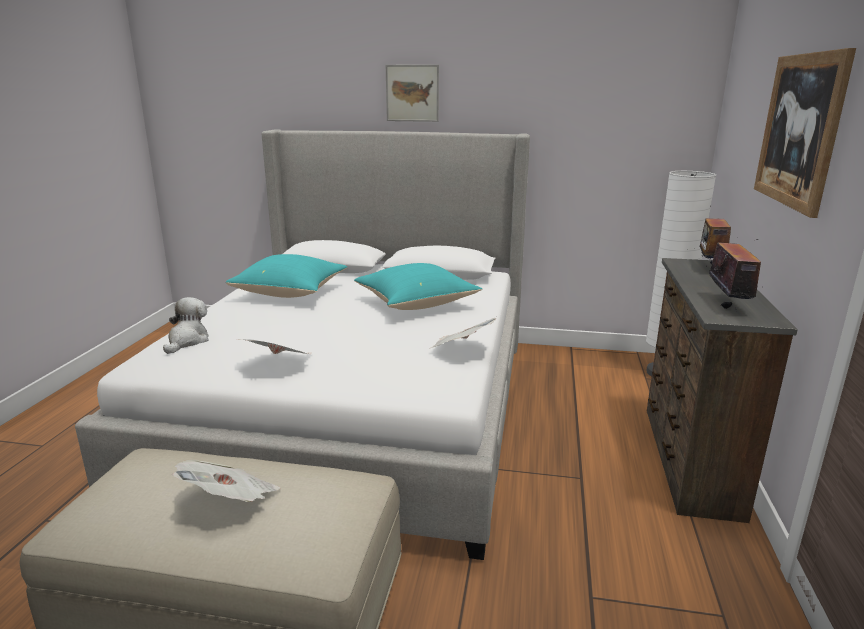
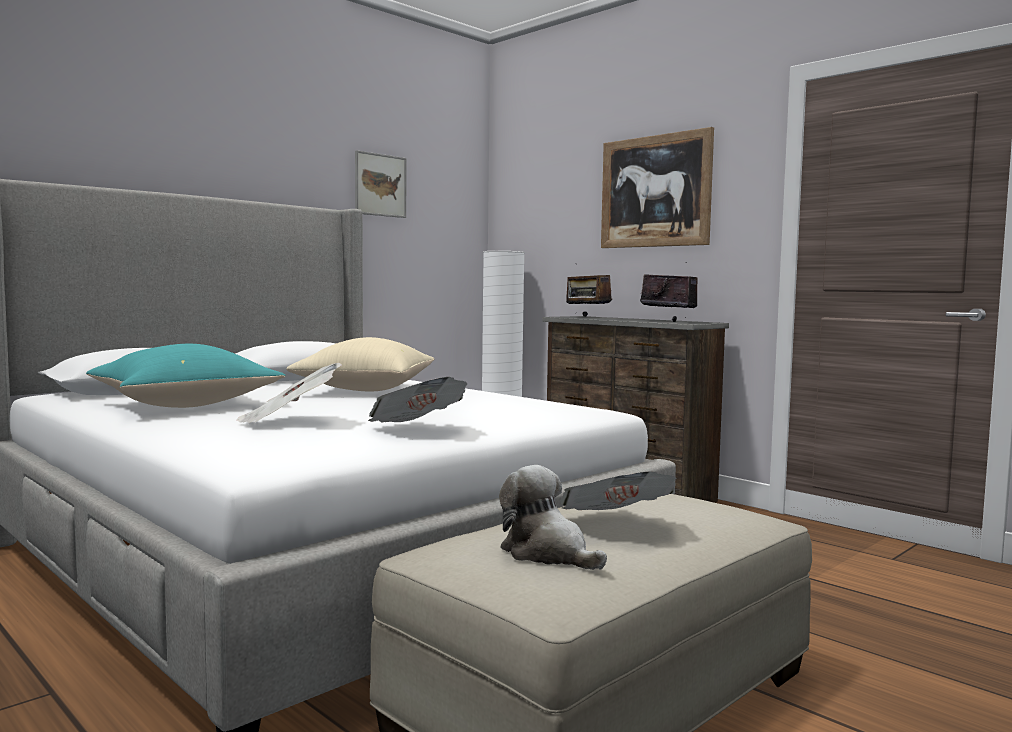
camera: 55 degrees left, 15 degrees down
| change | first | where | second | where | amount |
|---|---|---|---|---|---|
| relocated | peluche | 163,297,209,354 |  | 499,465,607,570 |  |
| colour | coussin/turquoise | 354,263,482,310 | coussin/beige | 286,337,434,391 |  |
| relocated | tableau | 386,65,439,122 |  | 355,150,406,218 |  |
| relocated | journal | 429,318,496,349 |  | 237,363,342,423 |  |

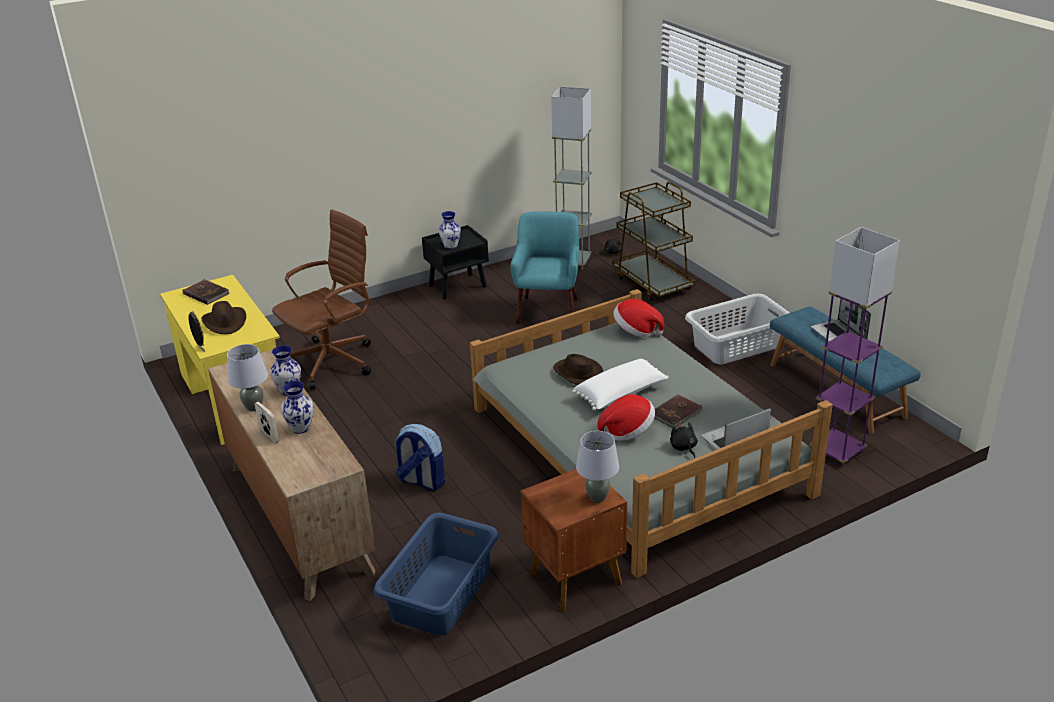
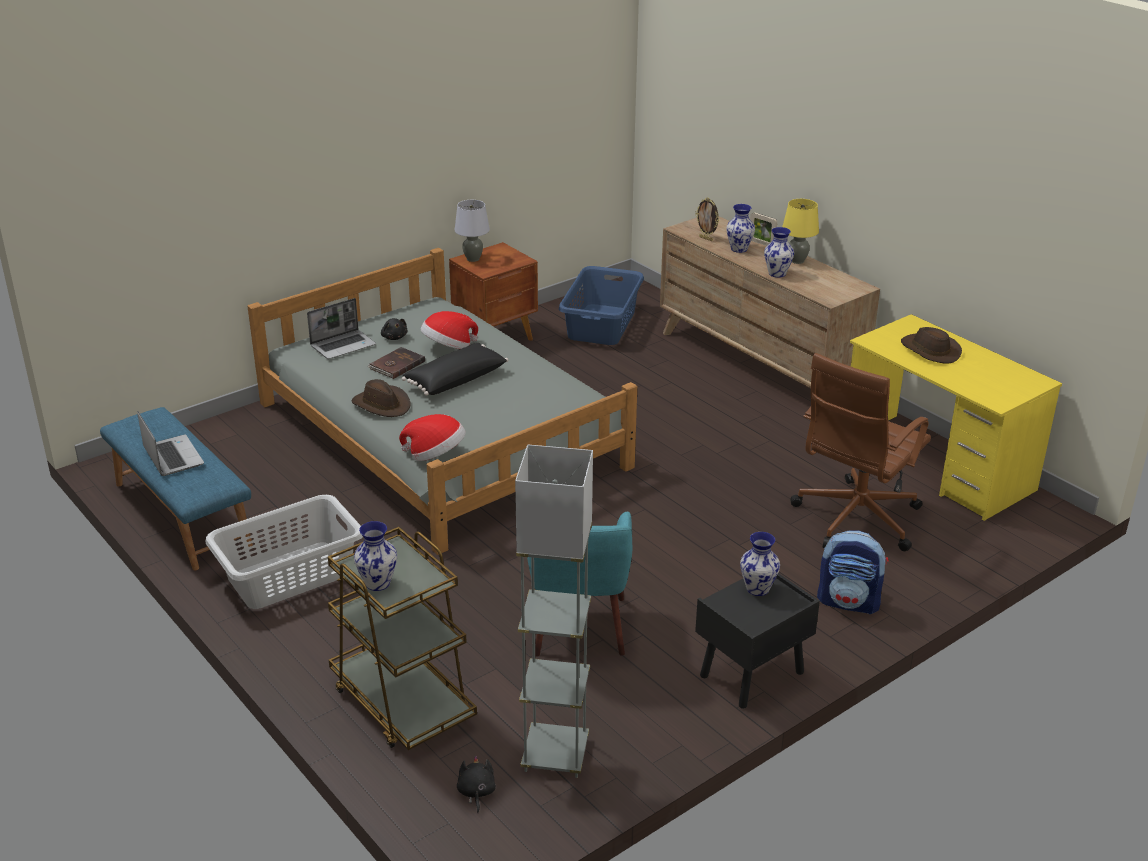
camera: 170 degrees right, 0 degrees up
| change | first | where | second | where | amount |
|---|---|---|---|---|---|
| missing | livre/marron | 183,279,230,305 |  |  |  |
| relocated | cadre photo | 188,311,205,352 |  | 695,198,719,241 |  |
| colour | lampe de table/gris | 227,344,268,411 | lampe de table/jaune | 782,199,819,264 |  |
| relocated | sac à dos | 395,424,446,491 |  | 817,530,888,614 |  |
| relocated | chapeau/marron | 554,354,603,385 |  | 352,379,410,417 |  |
| colour | coussin/blanc | 572,359,669,411 | coussin/noir | 402,343,508,396 |  |
| missing | lampadaire/violet | 810,227,900,467 |  |  |  |
| appeared |  |  | vase | 354,521,397,591 |  |

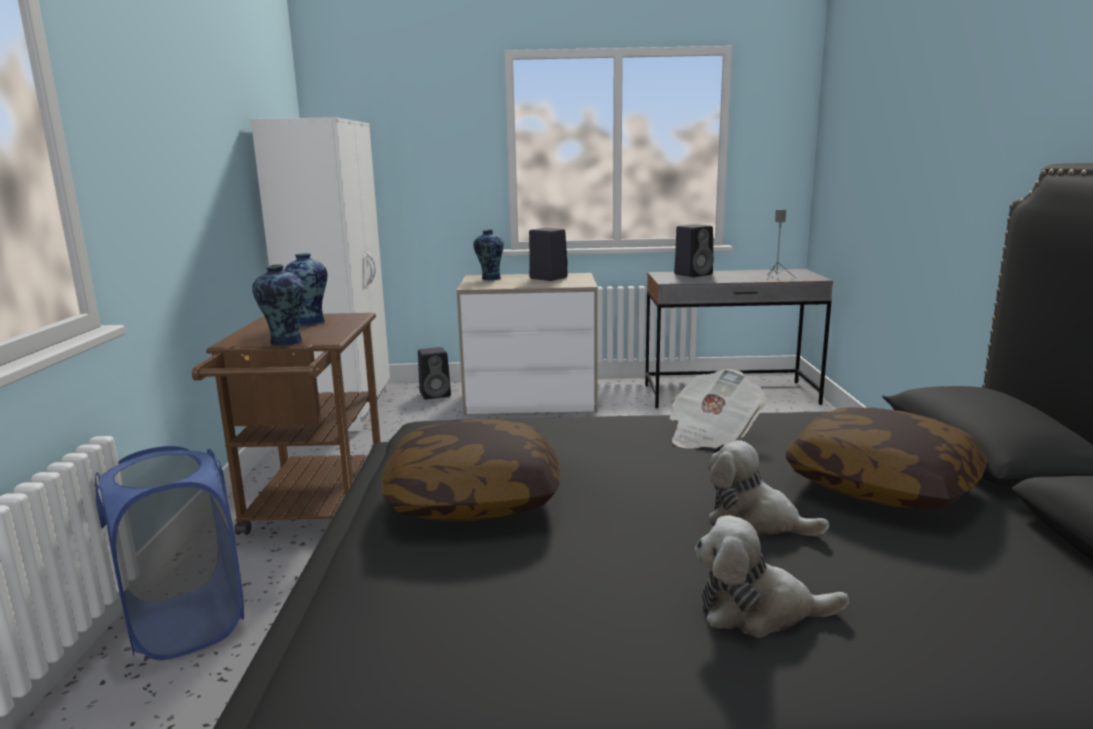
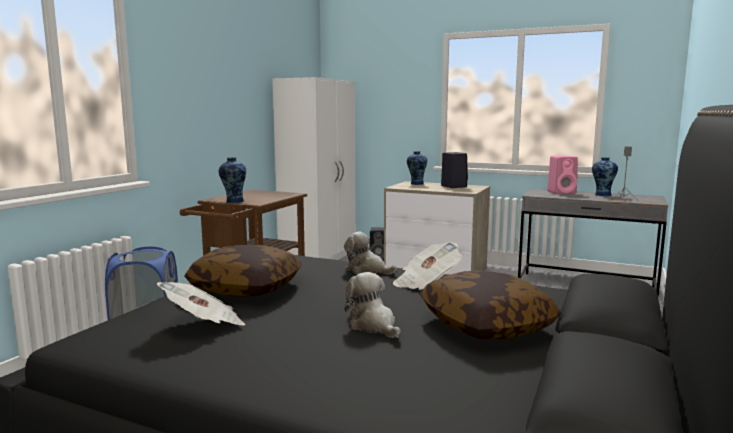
camera: 25 degrees right, 5 degrees down
| change | first | where | second | where | amount |
|---|---|---|---|---|---|
| relocated | vase | 284,253,327,325 |  | 592,157,618,196 |  |
| colour | enceinte/noir | 674,224,714,277 | enceinte/rose | 547,155,578,194 |  |
| relocated | peluche | 695,515,849,637 |  | 344,232,397,274 |  |
| appeared |  |  | journal | 157,282,246,325 |  |

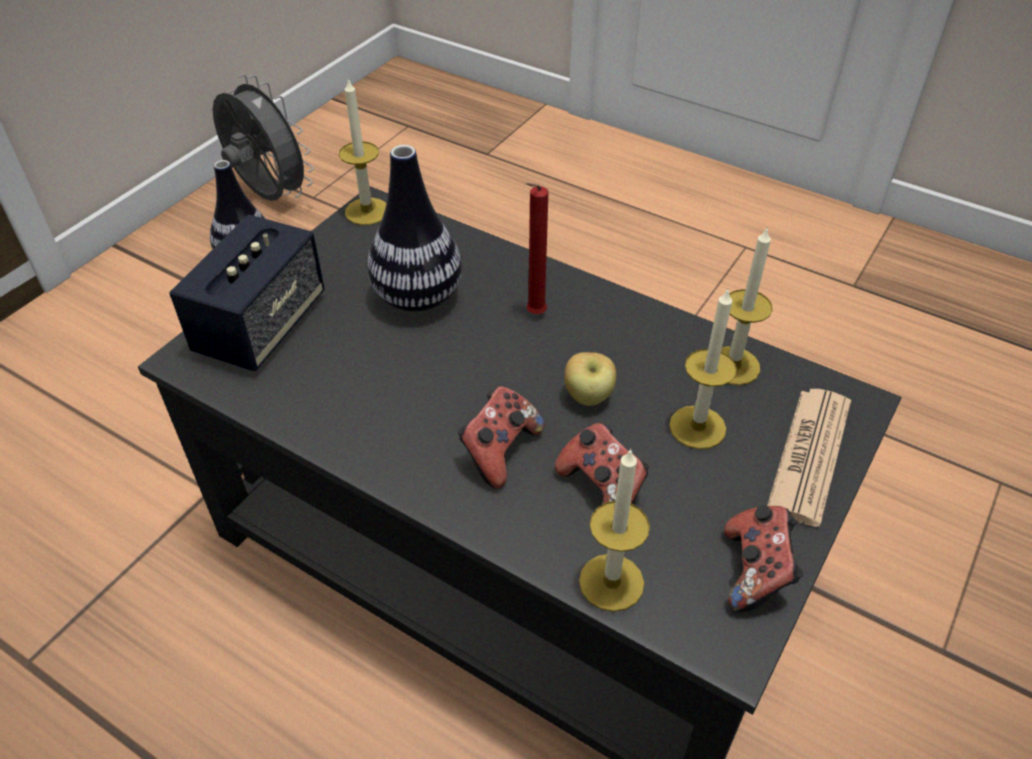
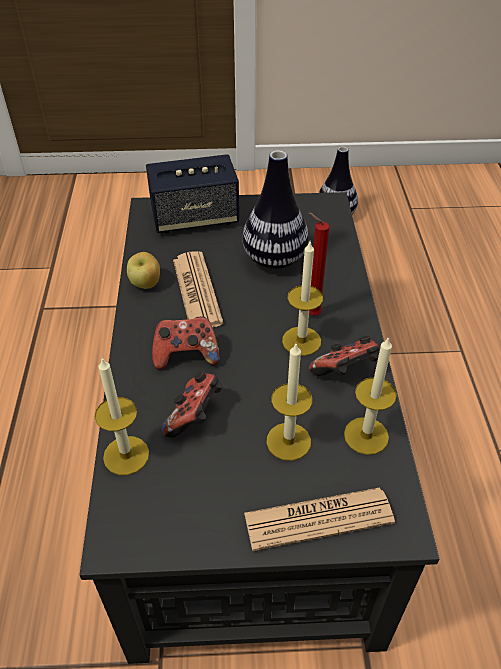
camera: 55 degrees right, 0 degrees up
| change | first | where | second | where | amount |
|---|---|---|---|---|---|
| missing | ventilateur/gris | 213,74,314,201 |  |  |  |
| relocated | bougie | 339,78,386,225 |  | 282,242,323,356 |  |
| relocated | pomme | 564,352,616,406 |  | 127,252,160,289 |  |
| relocated | manette | 724,505,803,612 |  | 309,336,379,376 |  |
| appeared |  |  | journal | 173,251,223,327 |  |

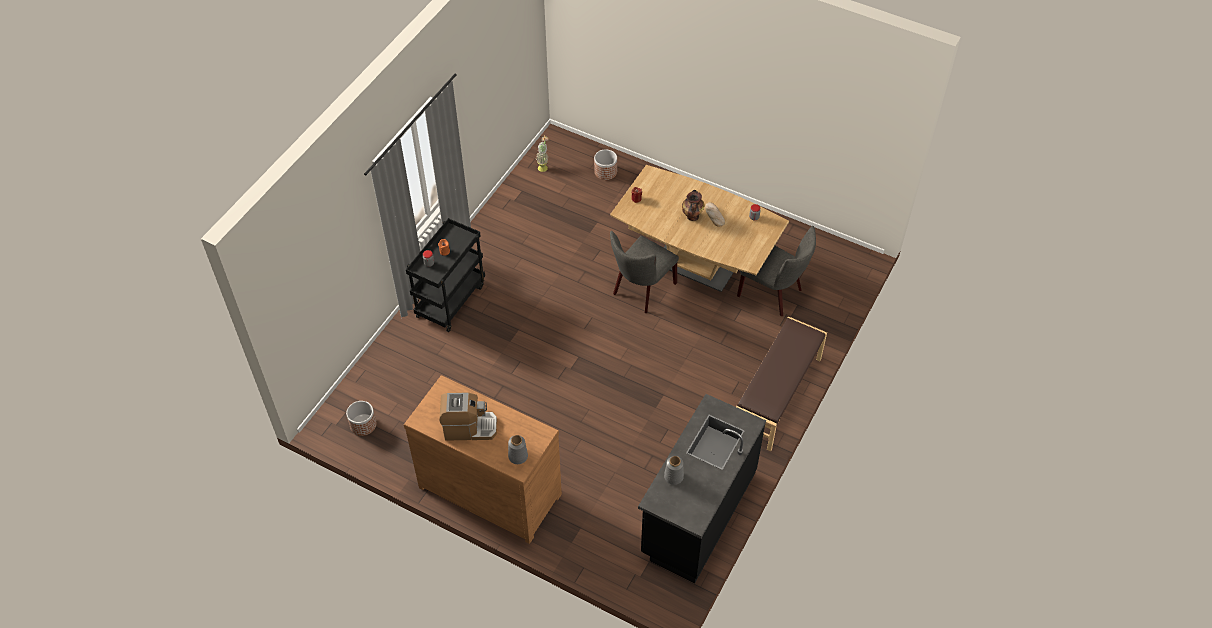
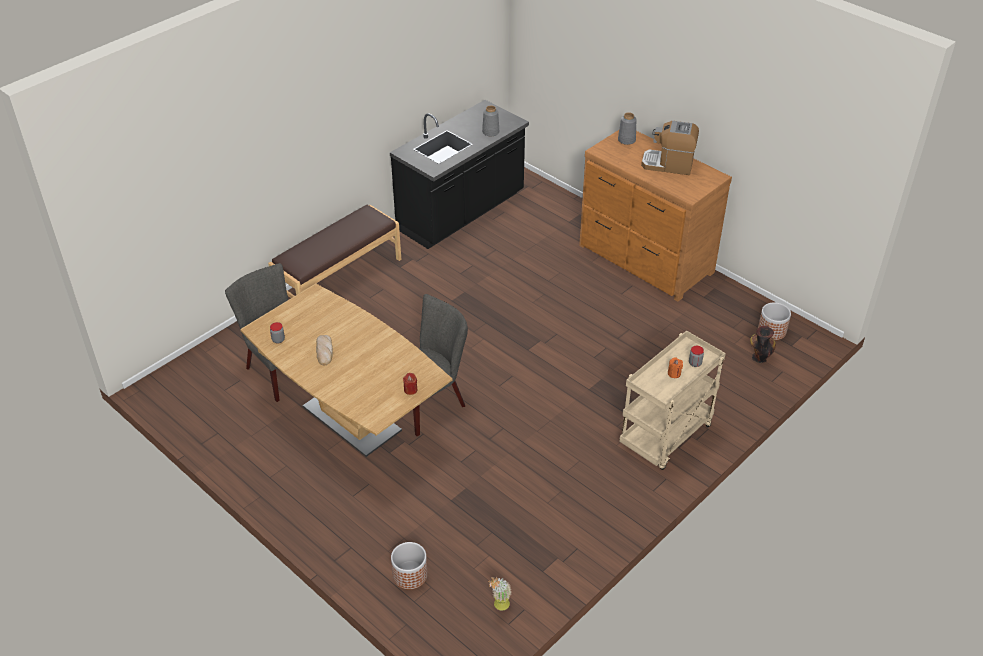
camera: 165 degrees left, 10 degrees down
| change | first | where | second | where | amount |
|---|---|---|---|---|---|
| colour | chariot/noir | 406,218,485,332 | chariot/beige | 619,330,726,470 |  |
| relocated | vase | 682,190,705,221 |  | 750,325,776,363 |  |

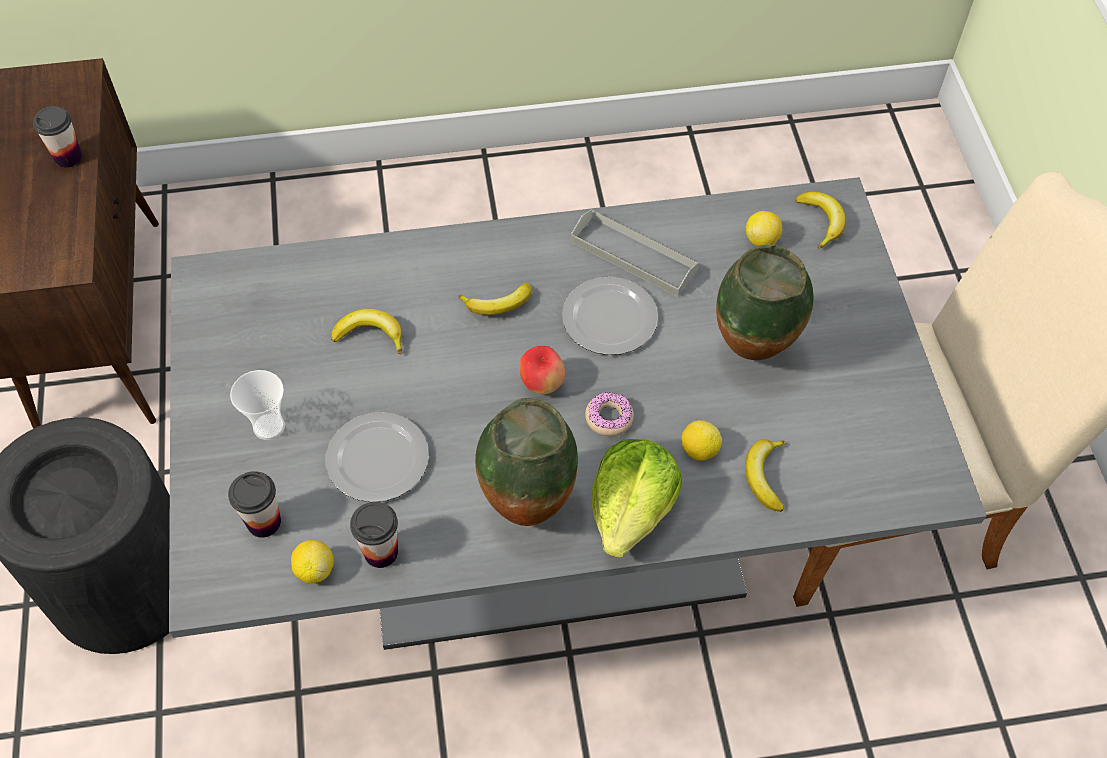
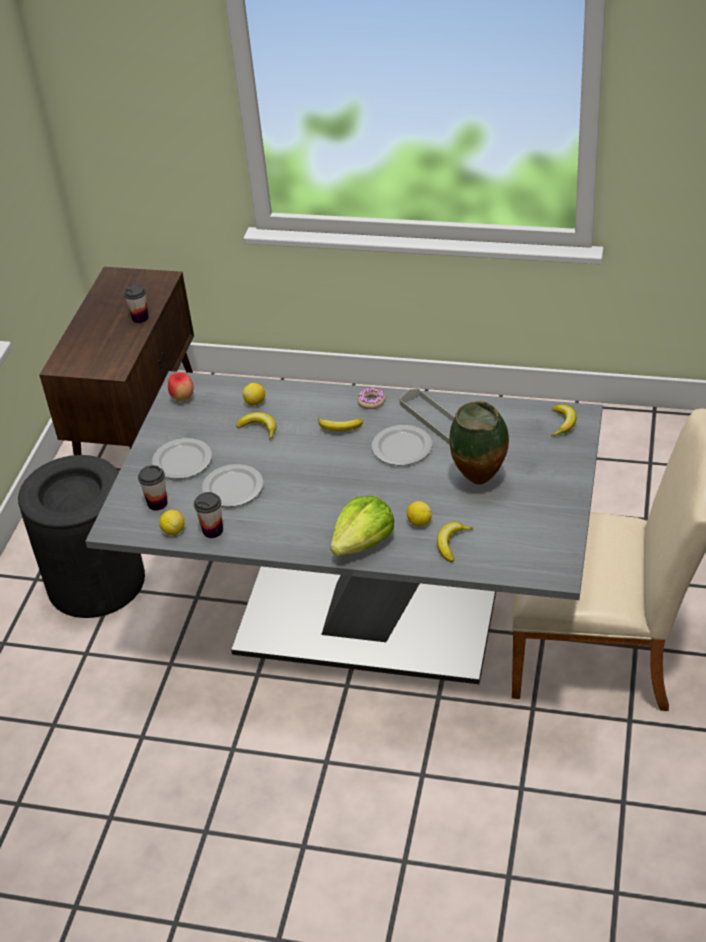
camera: 25 degrees right, 15 degrees down
| change | first | where | second | where | amount |
|---|---|---|---|---|---|
| exchanged | tasse | 230,370,285,440 | assiette | 152,438,212,479 |  |
| missing | vase | 475,398,578,526 |  |  |  |
| relocated | pomme | 519,346,565,394 |  | 168,372,193,402 |  |
| relocated | beignet | 585,392,634,436 |  | 357,387,385,409 |  |
| relocated | citron | 746,211,782,246 |  | 242,383,265,406 |  |

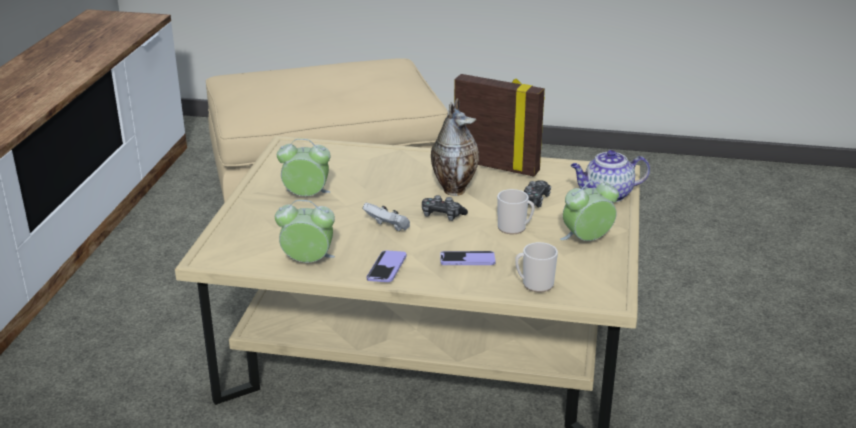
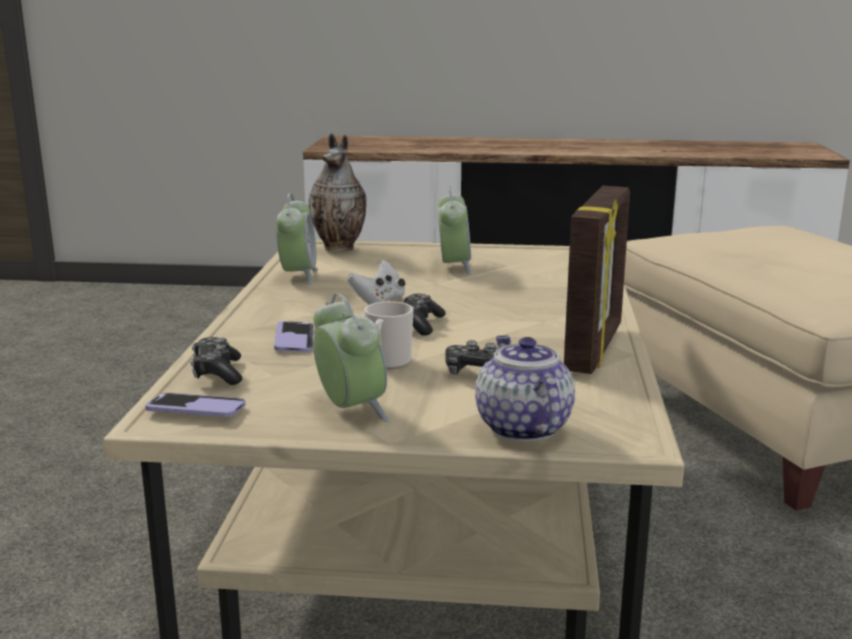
camera: 85 degrees right, 10 degrees down
| change | first | where | second | where | amount |
|---|---|---|---|---|---|
| relocated | téléphone | 367,251,407,282 |  | 145,393,246,417 |  |
| relocated | vase | 431,98,479,196 |  | 309,133,366,251 |  |
| exchanged | mug | 515,242,558,292 | manette | 191,337,242,385 |  |

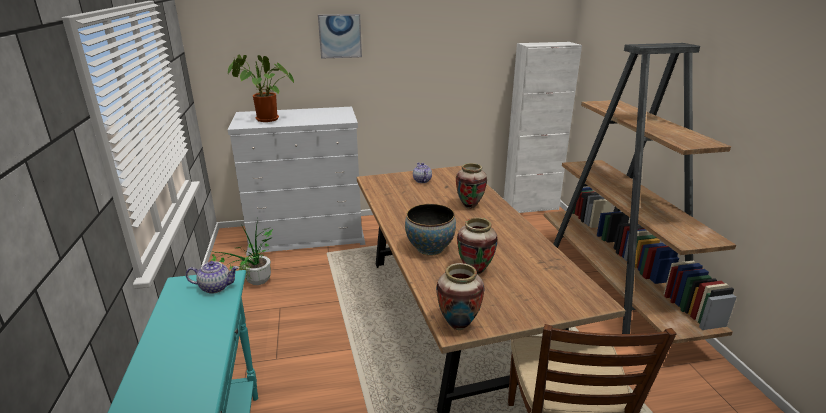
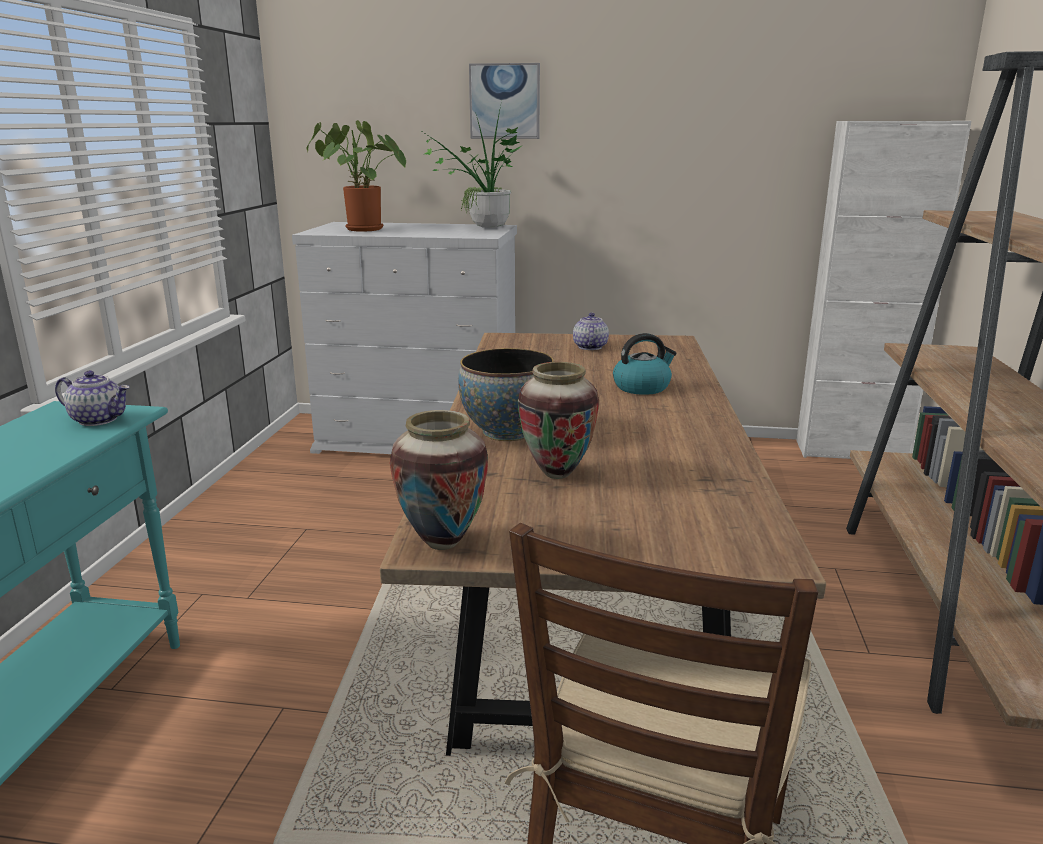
camera: 20 degrees right, 5 degrees down
| change | first | where | second | where | amount |
|---|---|---|---|---|---|
| relocated | plante en pot | 209,219,273,285 |  | 420,101,521,228 |  |
| exchanged | vase | 456,163,487,209 | bouilloire | 613,333,677,395 |  |

